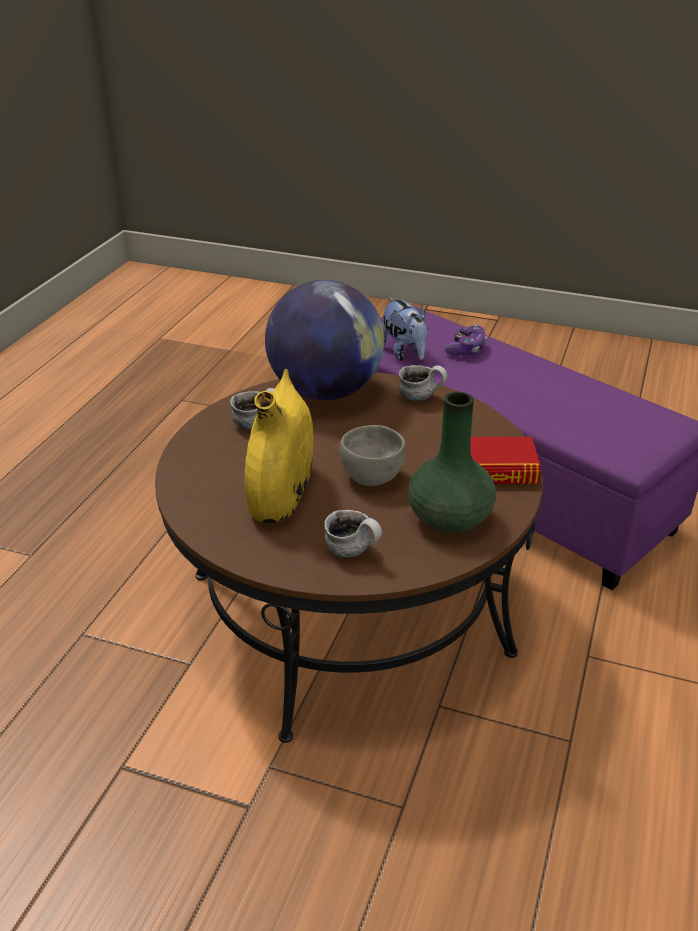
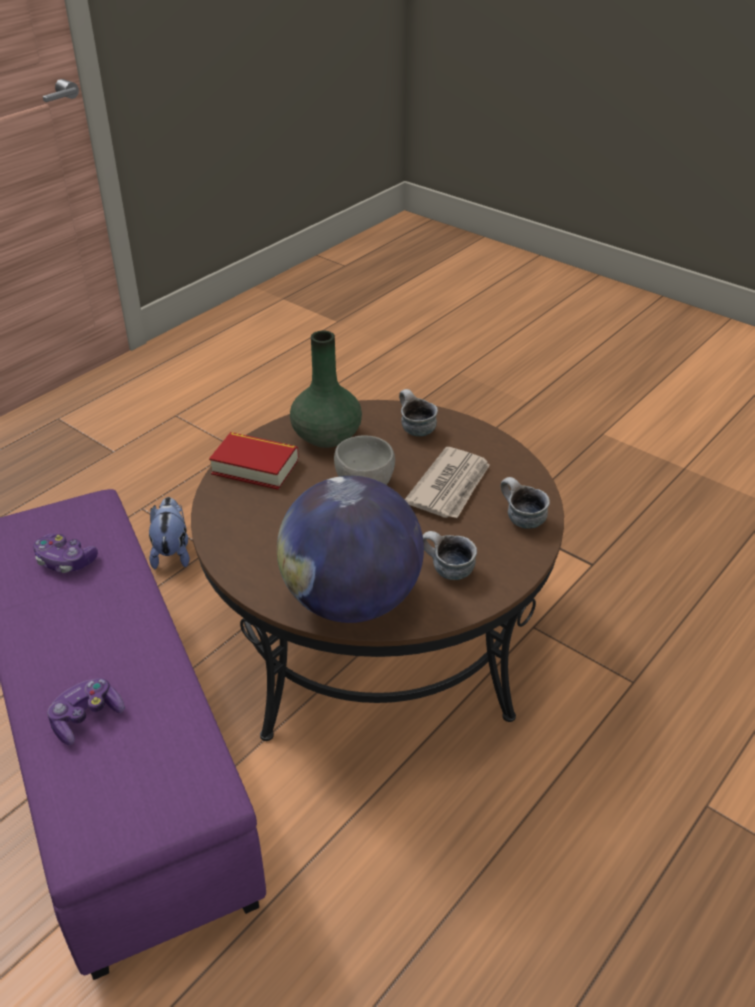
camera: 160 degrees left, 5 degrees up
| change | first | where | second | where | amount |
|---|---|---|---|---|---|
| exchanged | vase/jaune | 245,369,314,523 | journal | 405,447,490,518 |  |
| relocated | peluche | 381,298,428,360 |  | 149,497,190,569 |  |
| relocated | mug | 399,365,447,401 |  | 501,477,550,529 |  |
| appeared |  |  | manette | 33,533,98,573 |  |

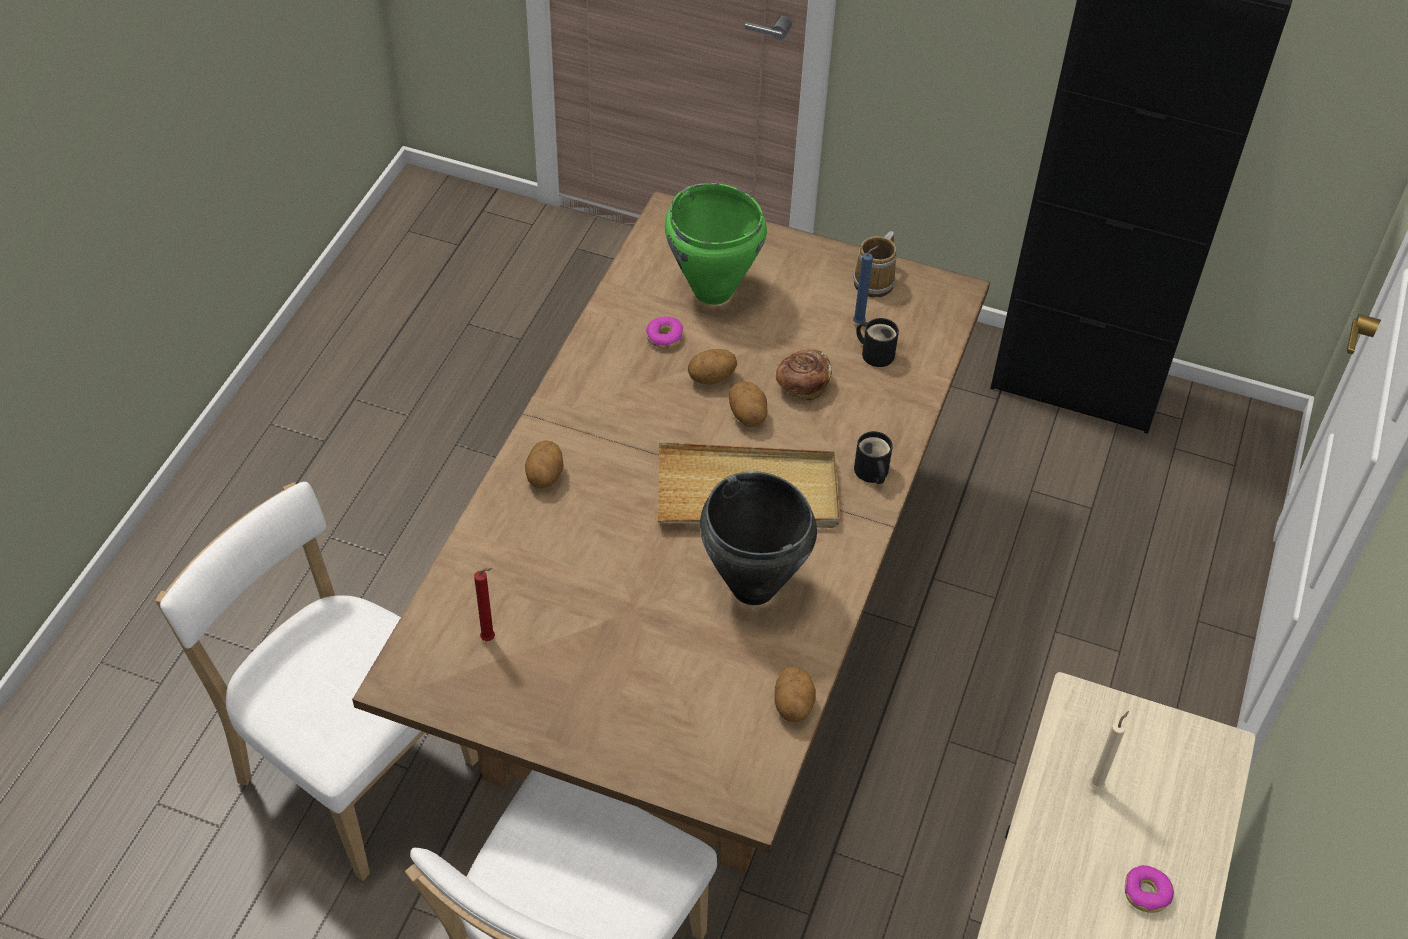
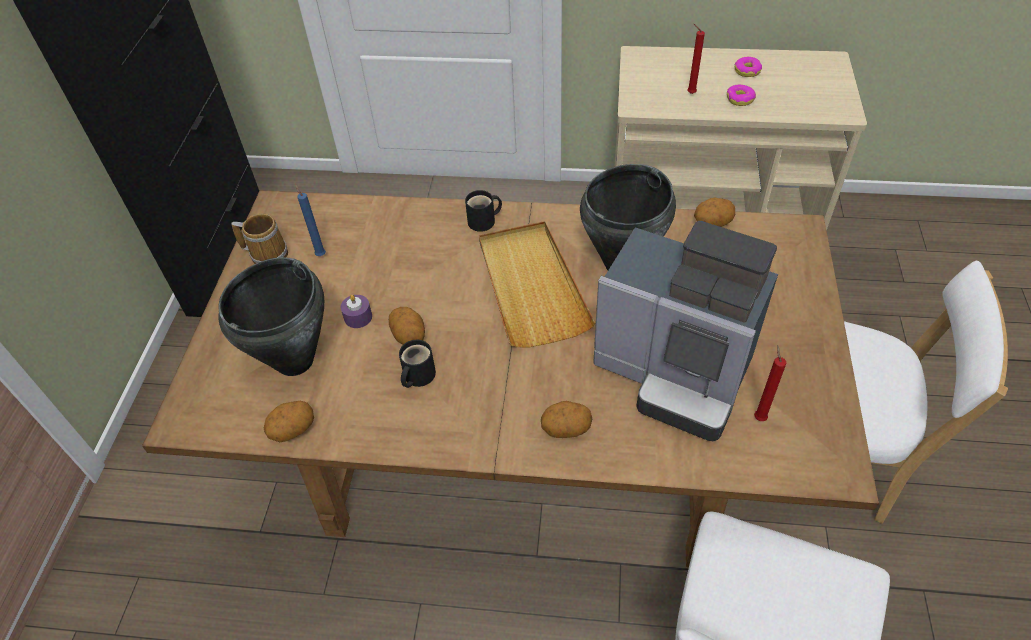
camera: 100 degrees left, 0 degrees up
| change | first | where | second | where | amount |
|---|---|---|---|---|---|
| relocated | beignet | 646,316,683,349 |  | 727,85,756,106 |  |
| colour | marmite/vert | 665,183,767,305 | marmite/noir | 218,257,324,376 |  |
| relocated | pomme de terre | 729,382,767,427 |  | 264,401,314,442 |  |
| missing | pain | 776,349,832,400 |  |  |  |
| relocated | mug/noir | 856,318,899,367 |  | 399,340,436,388 |  |
| colour | bougie/beige | 1089,711,1129,790 | bougie/rouge | 687,24,705,94 |  |
| appeared |  |  | bougie/violet | 341,295,372,328 |  |
| appeared |  |  | machine à café | 593,221,778,441 |  |

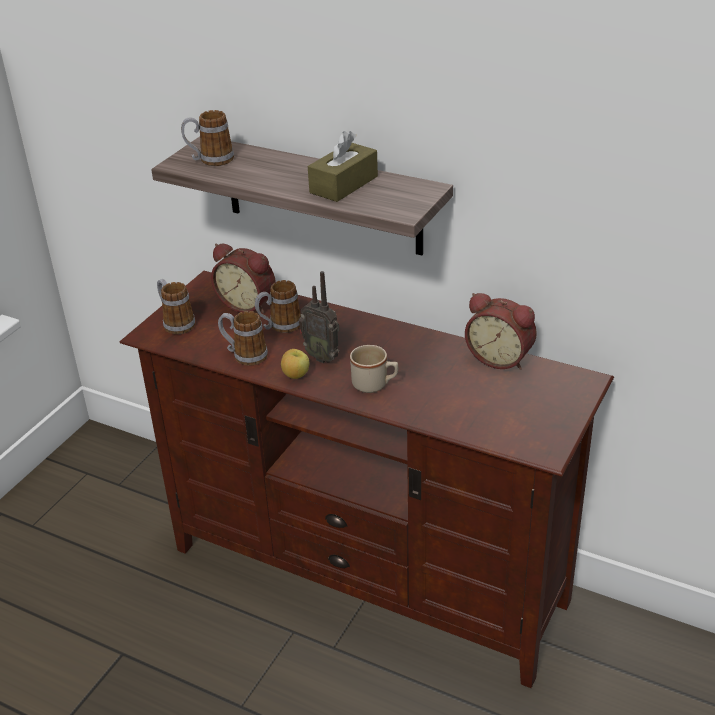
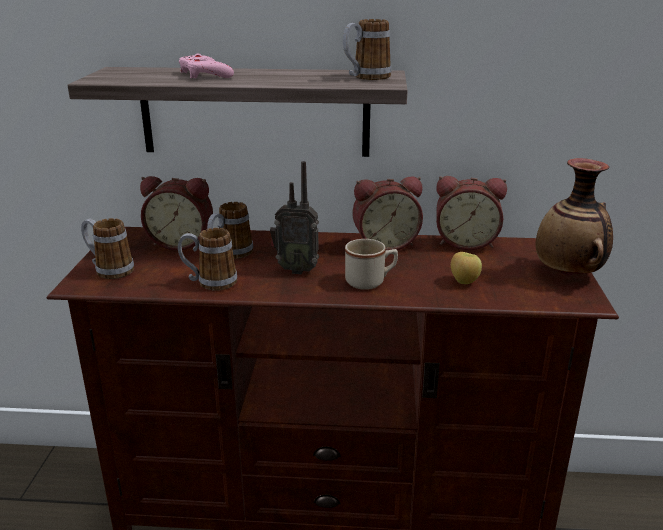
camera: 25 degrees left, 10 degrees down
| change | first | where | second | where | amount |
|---|---|---|---|---|---|
| relocated | mug | 181,110,234,166 |  | 343,19,392,80 |  |
| relocated | pomme | 281,349,309,379 |  | 451,252,482,284 |  |
| missing | boîte à mouchoirs/marron | 308,131,378,202 |  |  |  |
| appeared |  |  | manette/rose | 179,54,234,79 |  |
| appeared |  |  | réveil | 353,176,423,250 |  |
| appeared |  |  | vase | 536,158,613,276 |  |

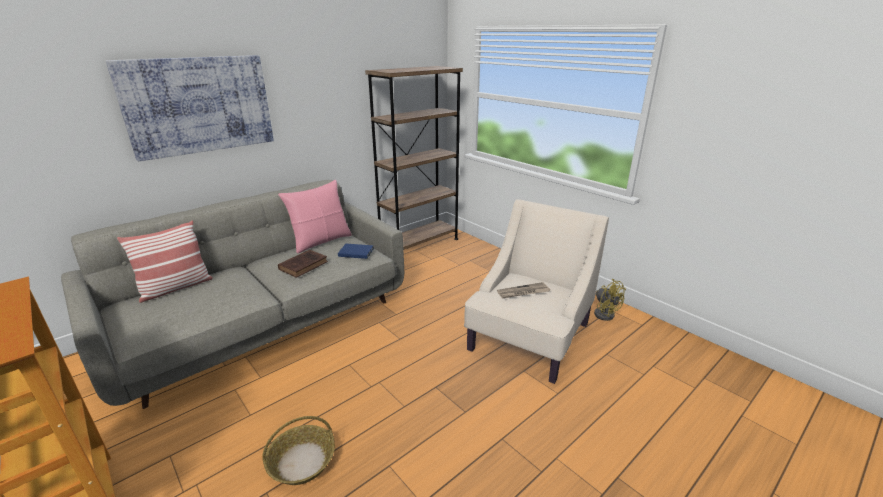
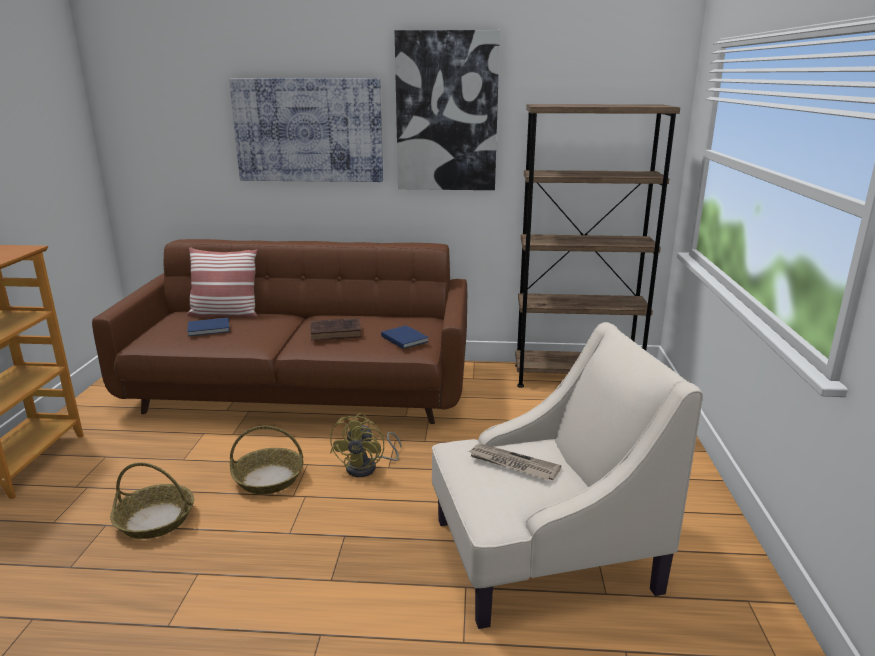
camera: 45 degrees right, 5 degrees down
| change | first | where | second | where | amount |
|---|---|---|---|---|---|
| colour | canapé/gris | 61,180,404,409 | canapé/marron | 92,239,467,424 |  |
| missing | coussin/rose | 278,180,352,254 |  |  |  |
| relocated | ventilateur/jaune | 594,279,626,321 |  | 330,413,402,477 |  |
| appeared |  |  | livre/bleu | 187,317,230,336 |  |
| appeared |  |  | panier | 230,426,303,494 |  |
| appeared |  |  | tableau | 395,30,500,190 |  |

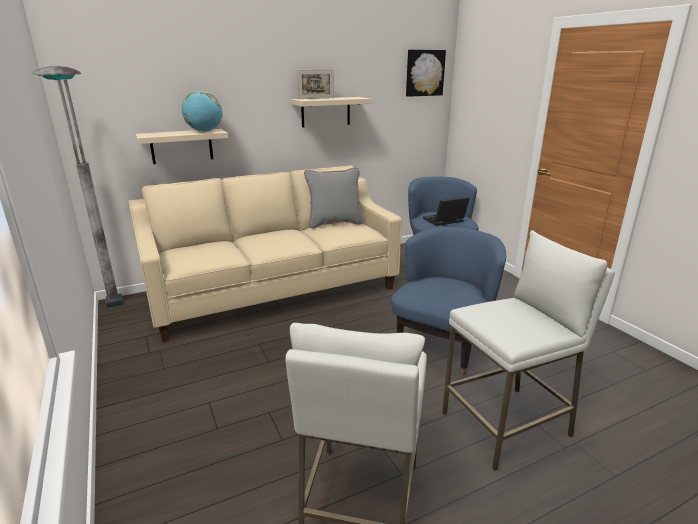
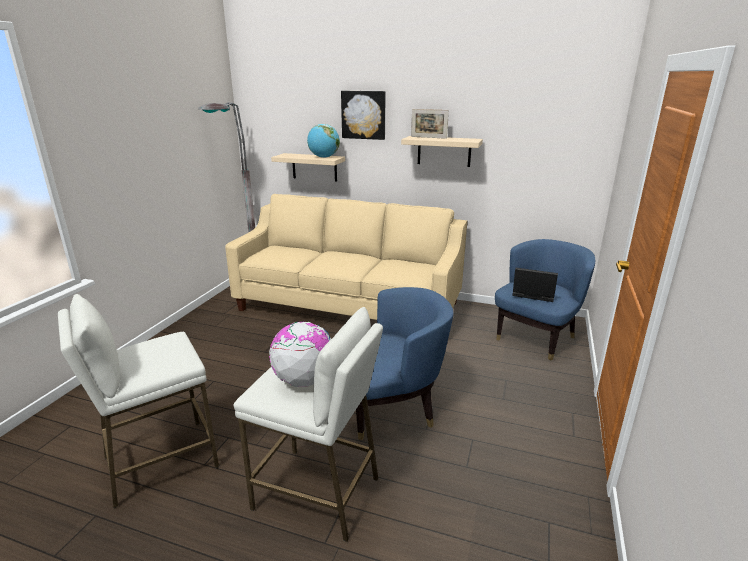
camera: 45 degrees right, 0 degrees up
| change | first | where | second | where | amount |
|---|---|---|---|---|---|
| missing | coussin/gris | 304,167,364,228 |  |  |  |
| relocated | tableau | 406,50,446,97 |  | 341,91,386,140 |  |
| appeared |  |  | globe | 269,322,331,387 |  |

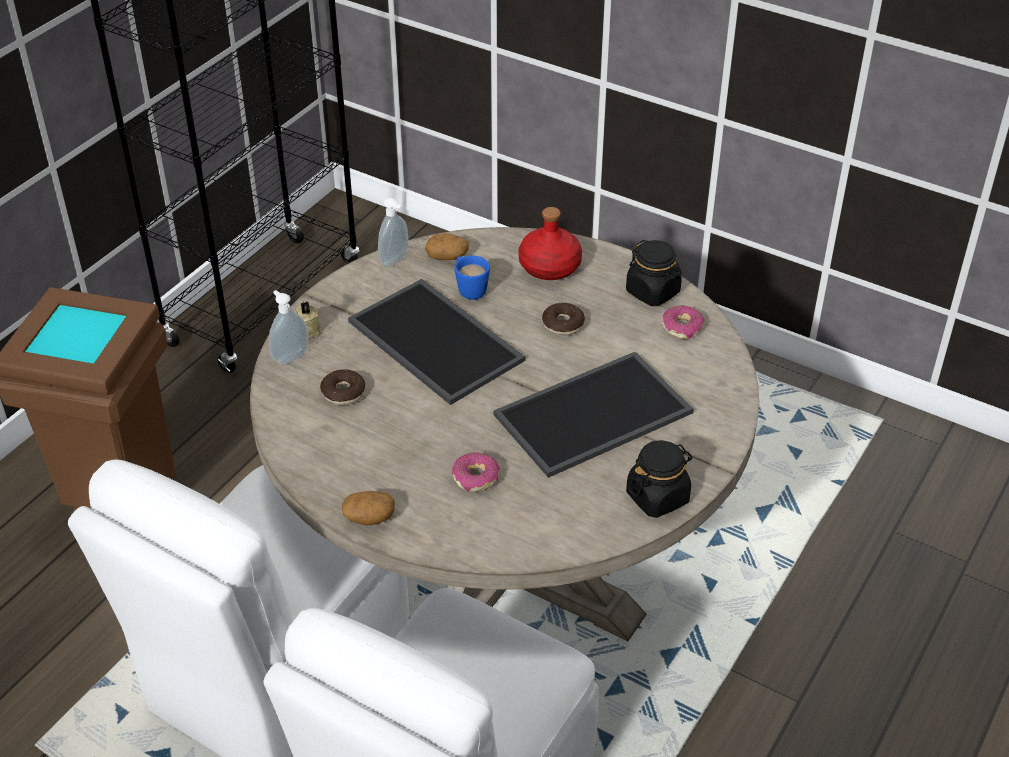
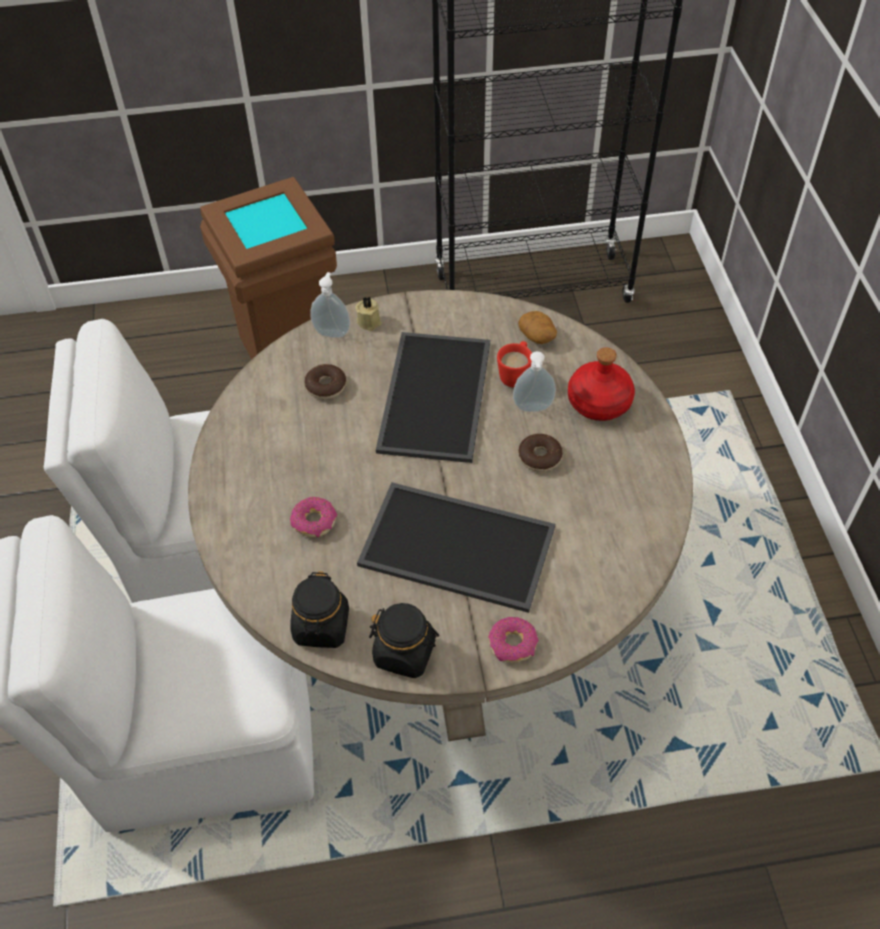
camera: 50 degrees right, 10 degrees up
| change | first | where | second | where | amount |
|---|---|---|---|---|---|
| missing | pomme de terre | 342,491,395,525 |  |  |  |
| relocated | distributeur de savon | 378,198,408,267 |  | 513,351,556,412 |  |
| colour | mug/bleu | 455,256,490,300 | mug/rouge | 497,341,532,387 |  |
| relocated | bocal/noir | 626,240,682,306 |  | 290,571,349,648 |  |
| relocated | beignet | 662,305,705,339 |  | 488,617,539,663 |  |

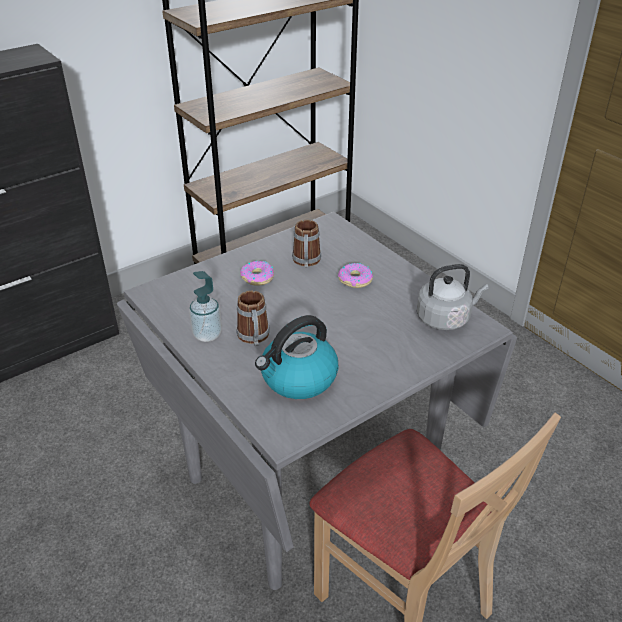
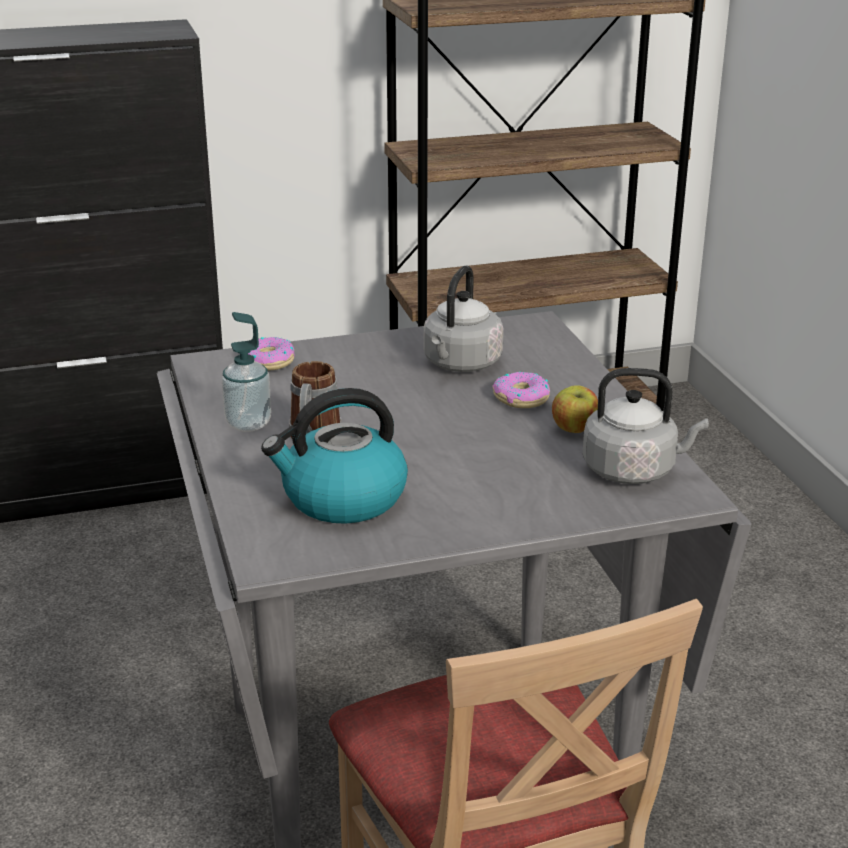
camera: 20 degrees right, 10 degrees down
| change | first | where | second | where | amount |
|---|---|---|---|---|---|
| relocated | beignet | 240,261,274,286 |  | 248,337,295,371 |  |
| exchanged | mug | 292,220,321,268 | bouilloire/gris | 423,266,504,372 |  |
| appeared |  |  | pomme | 552,385,598,433 |  |

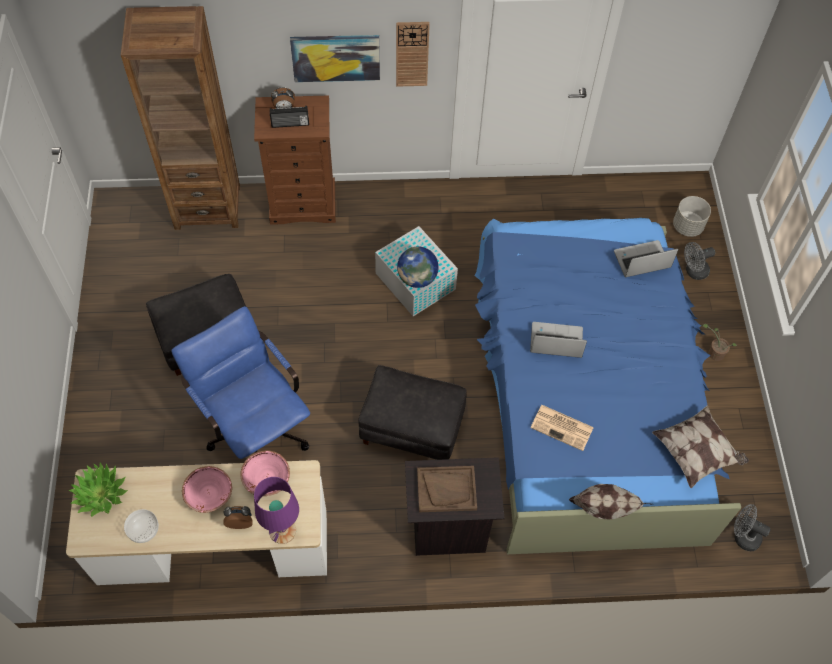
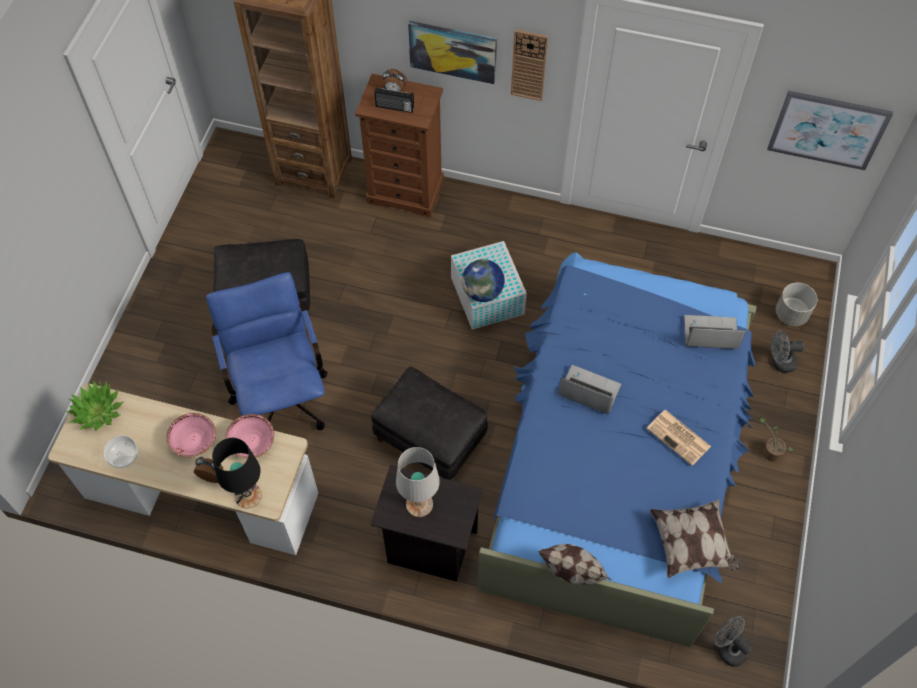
camera: 20 degrees right, 0 degrees up
| change | first | where | second | where | amount |
|---|---|---|---|---|---|
| colour | lampe de table/violet | 254,477,299,544 | lampe de table/noir | 212,438,262,508 |  |
| exchanged | plateau/marron | 417,466,477,512 | lampe de table/blanc | 396,447,440,517 |  |
| relocated | journal | 530,405,594,451 |  | 647,410,711,466 |  |
| appeared |  |  | tableau | 767,91,893,170 |  |

